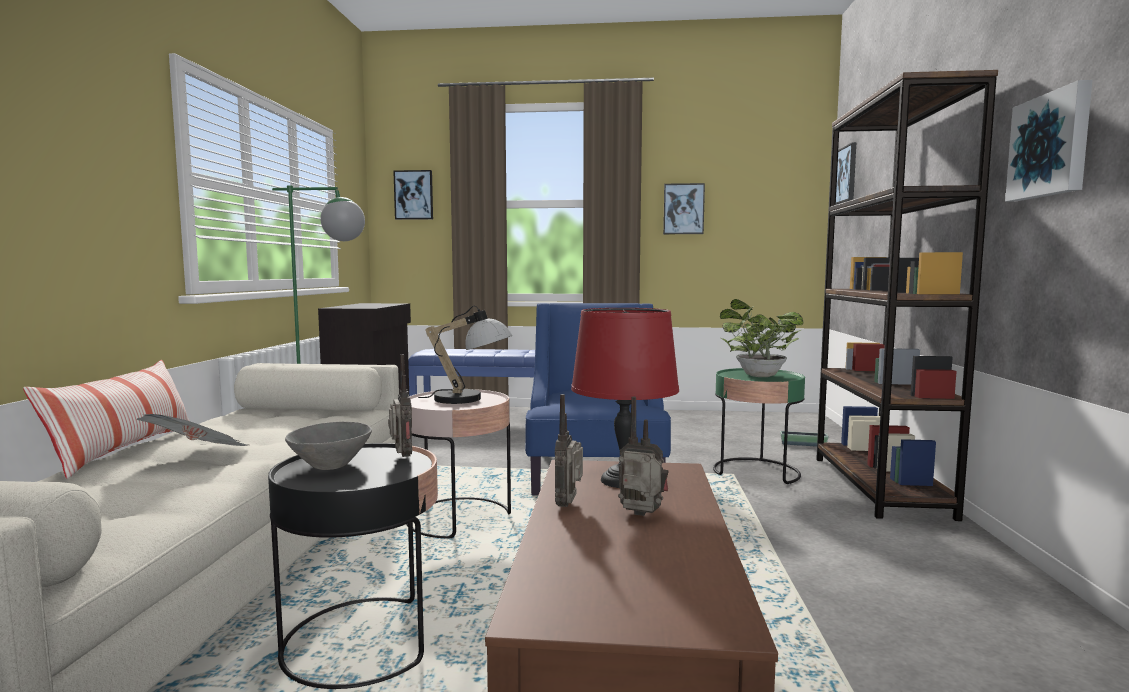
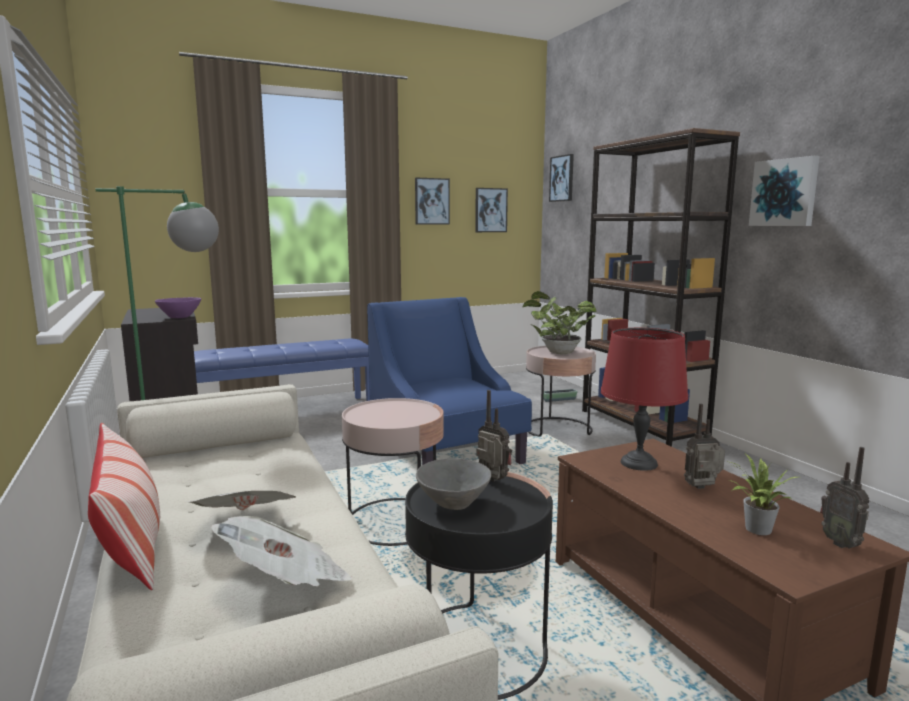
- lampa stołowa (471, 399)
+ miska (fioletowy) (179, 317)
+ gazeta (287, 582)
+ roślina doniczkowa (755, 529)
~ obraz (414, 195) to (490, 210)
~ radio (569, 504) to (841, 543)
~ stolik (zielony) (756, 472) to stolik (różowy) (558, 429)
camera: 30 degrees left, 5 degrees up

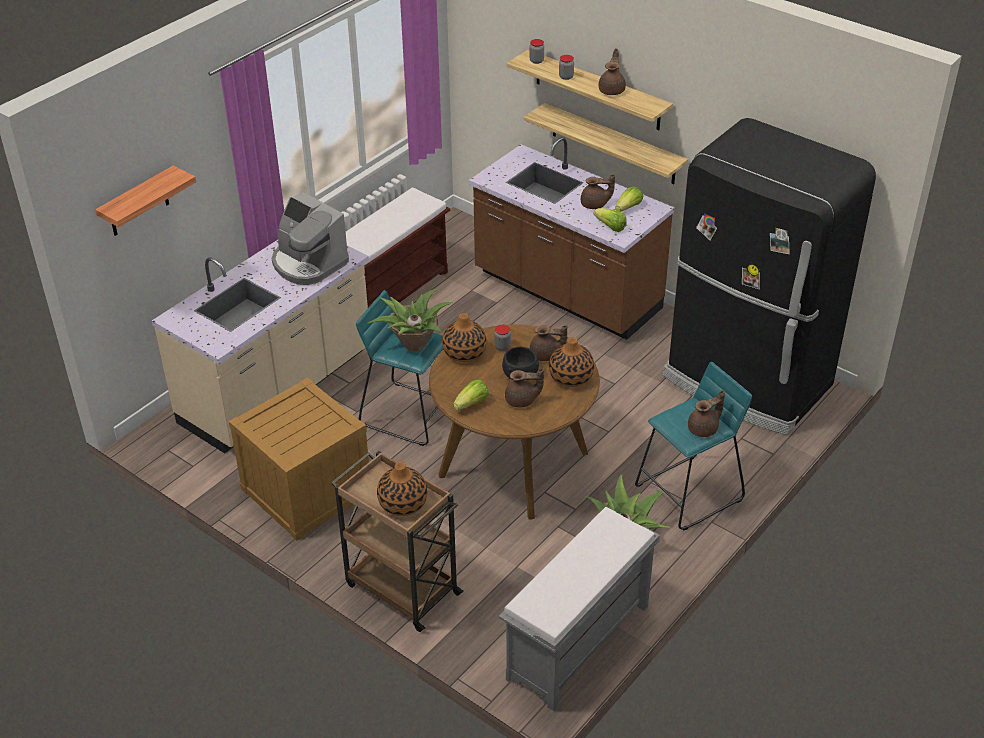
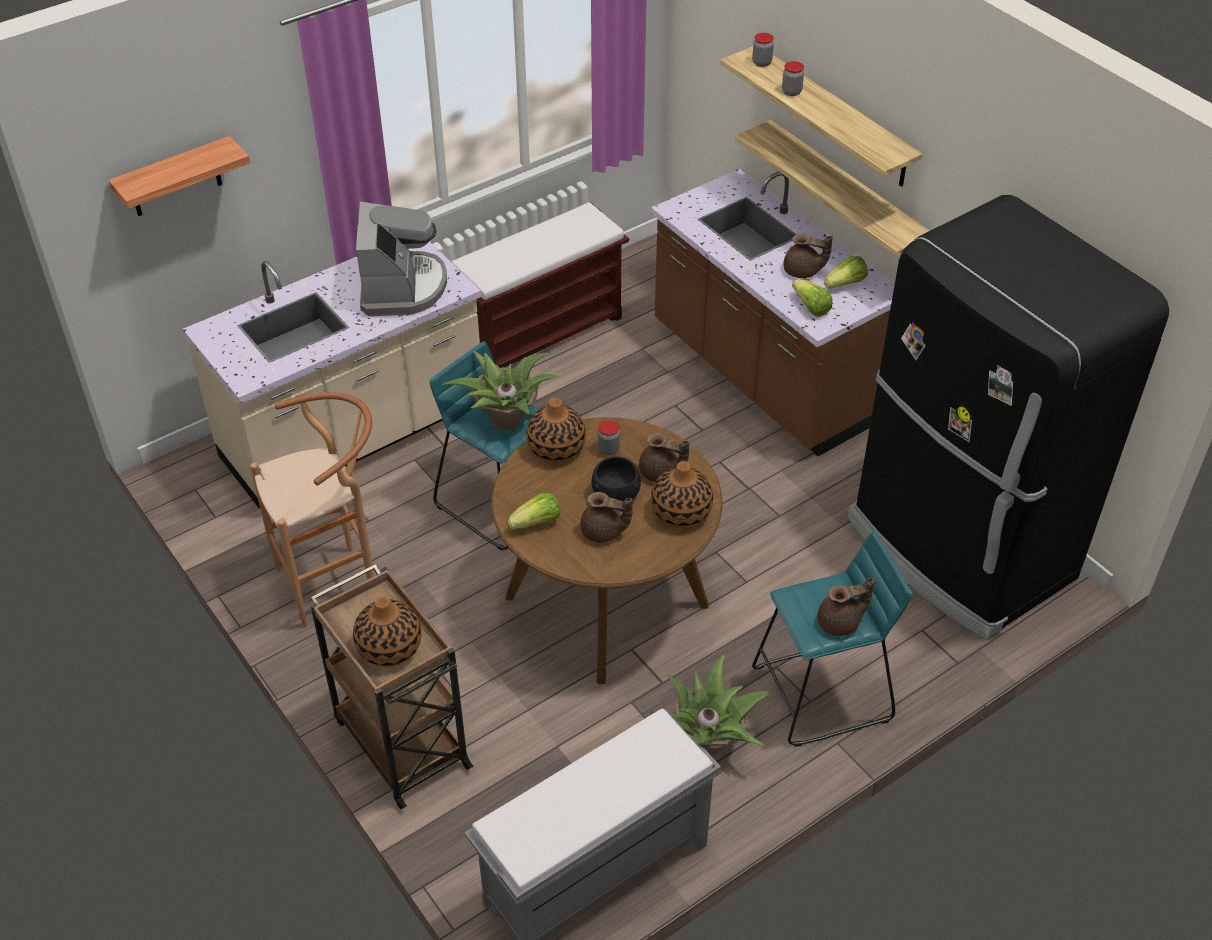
- imbryk (brązowy) (612, 90)
~ skrzynka (307, 491) to stołek (brązowy) (336, 581)
~ ekspres do kawy (308, 263) = (402, 287) 150 degrees counterclockwise
camera: 15 degrees right, 5 degrees up

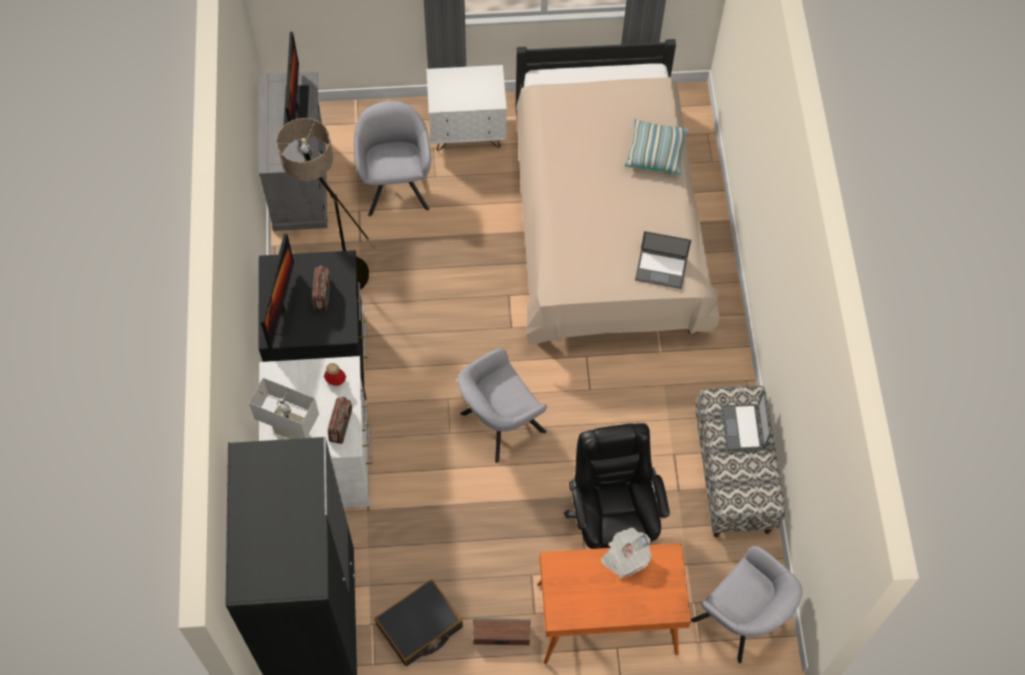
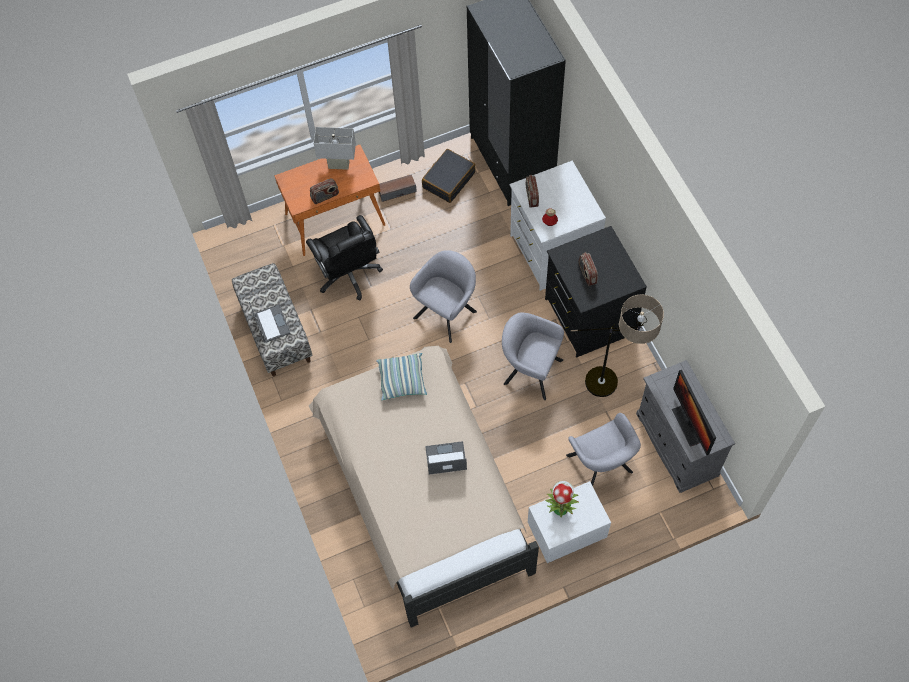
- monitor (282, 310)
+ roślina doniczkowa (560, 507)
~ lampa stołowa (biały) (291, 431) to (339, 165)
~ poduszka (656, 152) to (402, 380)
~ laptop (662, 268) to (445, 458)
~ fotel (szary) (740, 621) to (530, 370)
~ gazeta (625, 557) to radio (325, 196)
camera: 165 degrees right, 0 degrees up

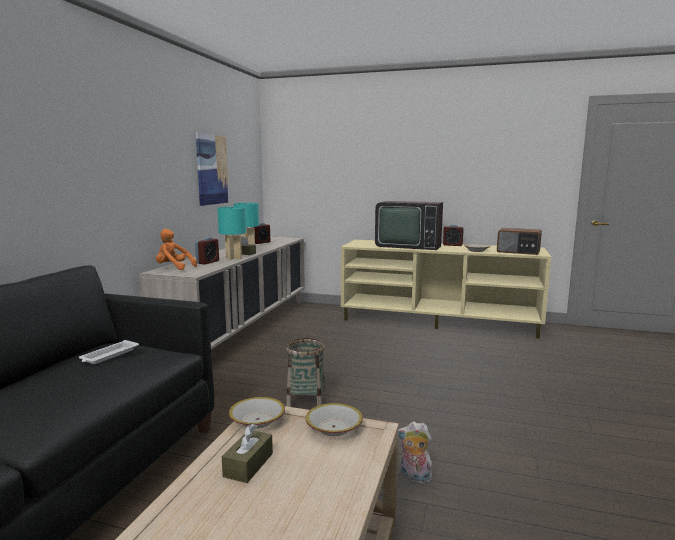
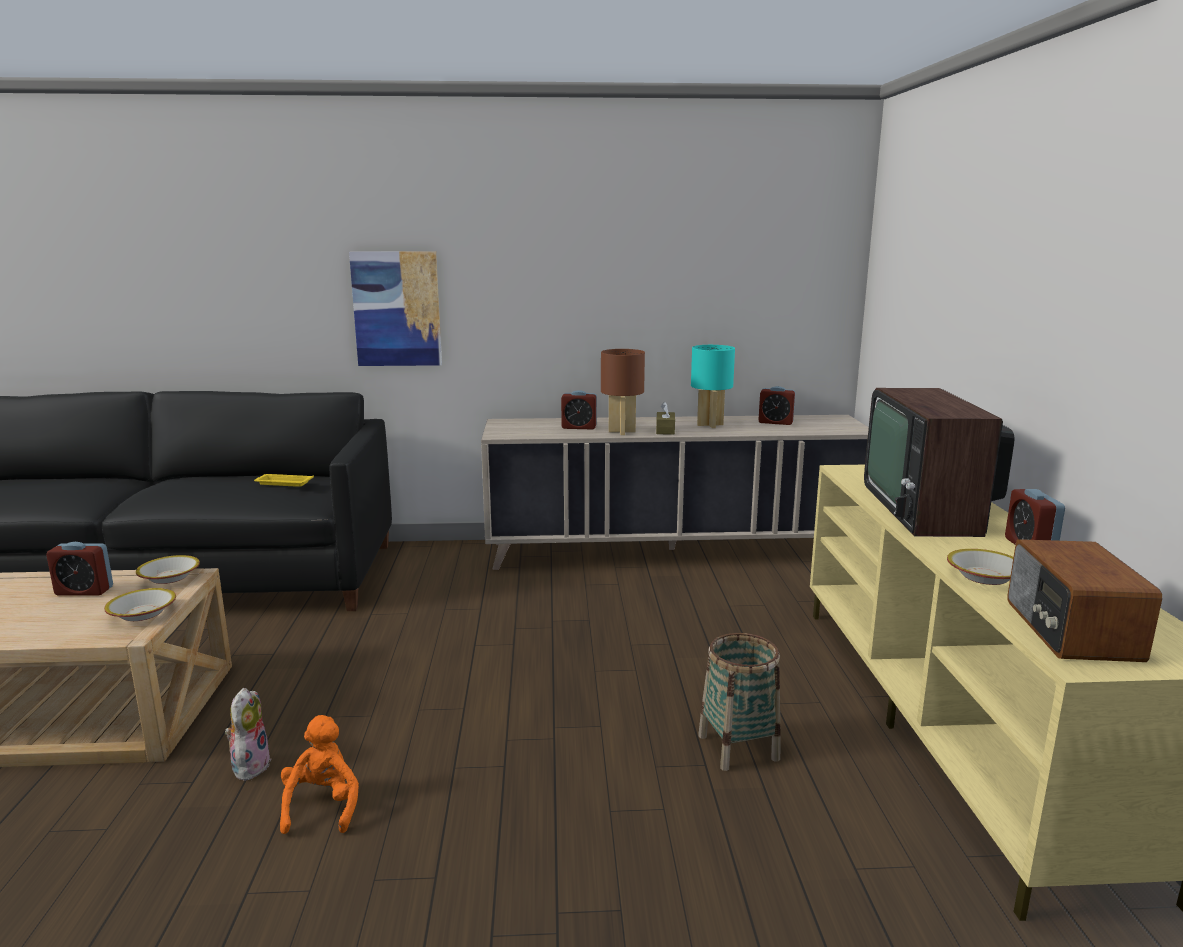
~ pluszak (pomarańczowy) (173, 268) to (322, 806)
~ obraz (212, 169) to (397, 309)
~ koszyk (306, 402) to (738, 747)
~ pudełko chusteczek (brązowy) (248, 465) to budzik (84, 591)
~ taca (biały) (109, 355) to taca (żółty) (283, 483)
~ lampa stołowa (turkusowy) (234, 258) to lampa stołowa (brązowy) (622, 432)
camera: 70 degrees right, 5 degrees up

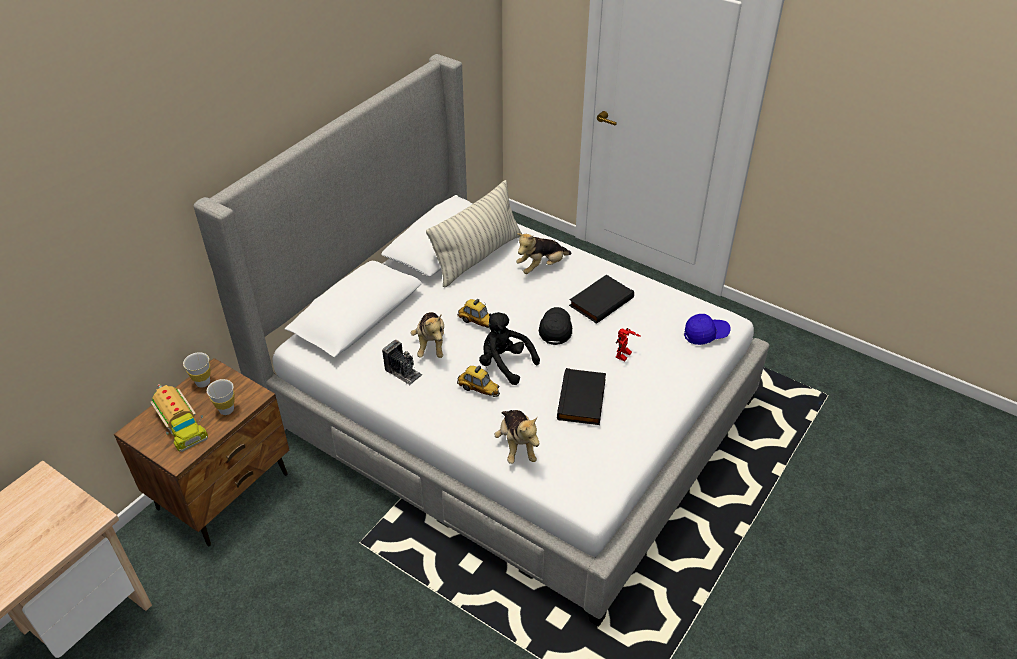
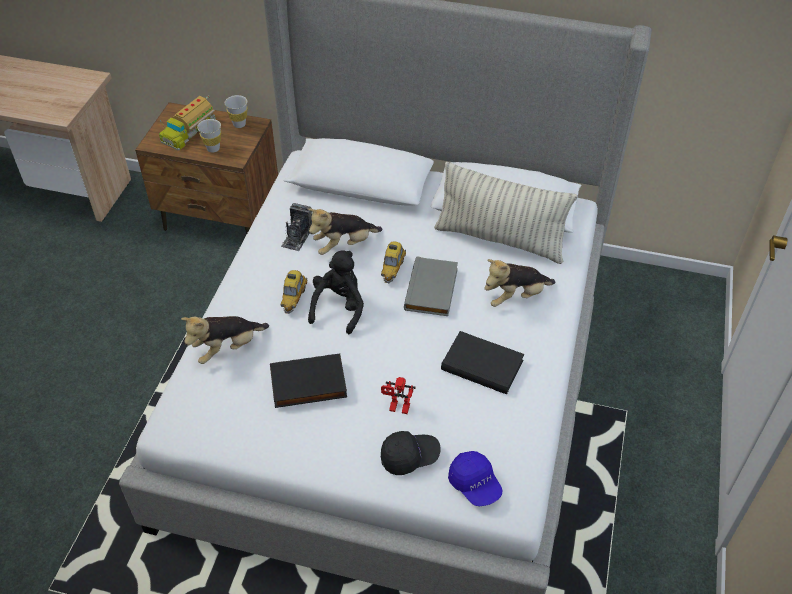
+ książka (szary) (433, 290)
~ czapka z daszkiem (czarny) (555, 330) to (409, 457)
~ pluszak (541, 266) = (515, 296) 60 degrees counterclockwise
camera: 70 degrees right, 5 degrees up

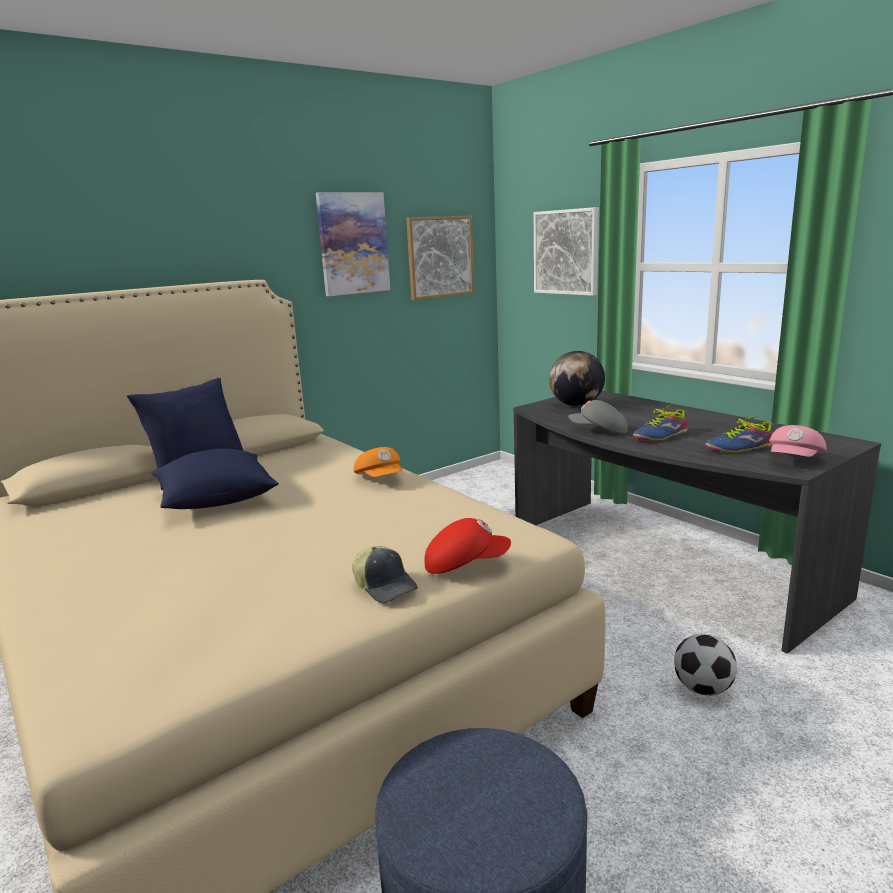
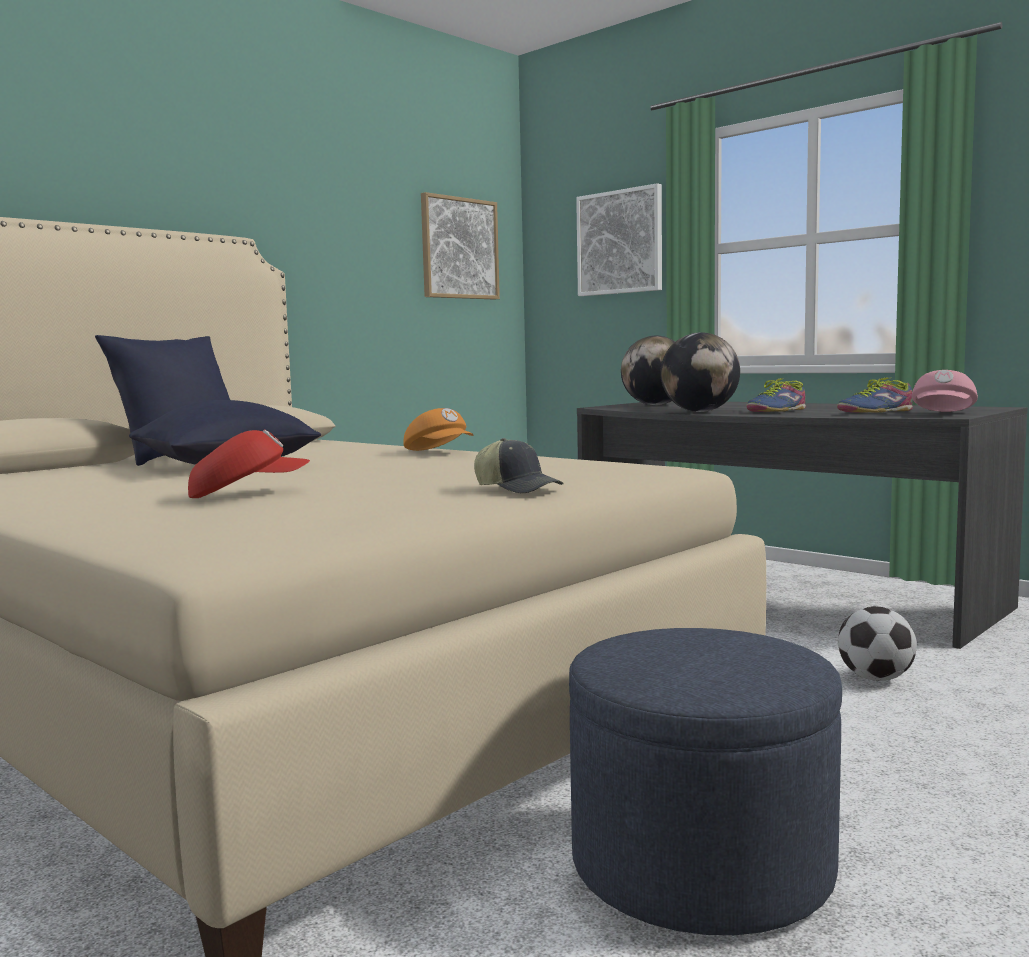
- obraz (353, 243)
~ czapka z daszkiem (czerwony) (465, 564) to (247, 494)
~ czapka z daszkiem (szary) (599, 431) to globus (699, 411)
camera: 10 degrees left, 10 degrees down

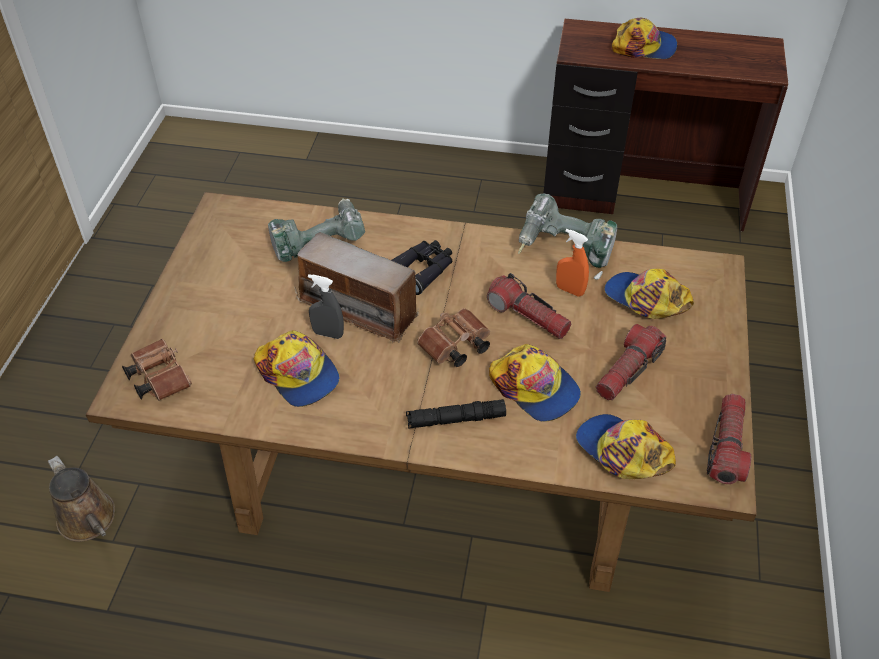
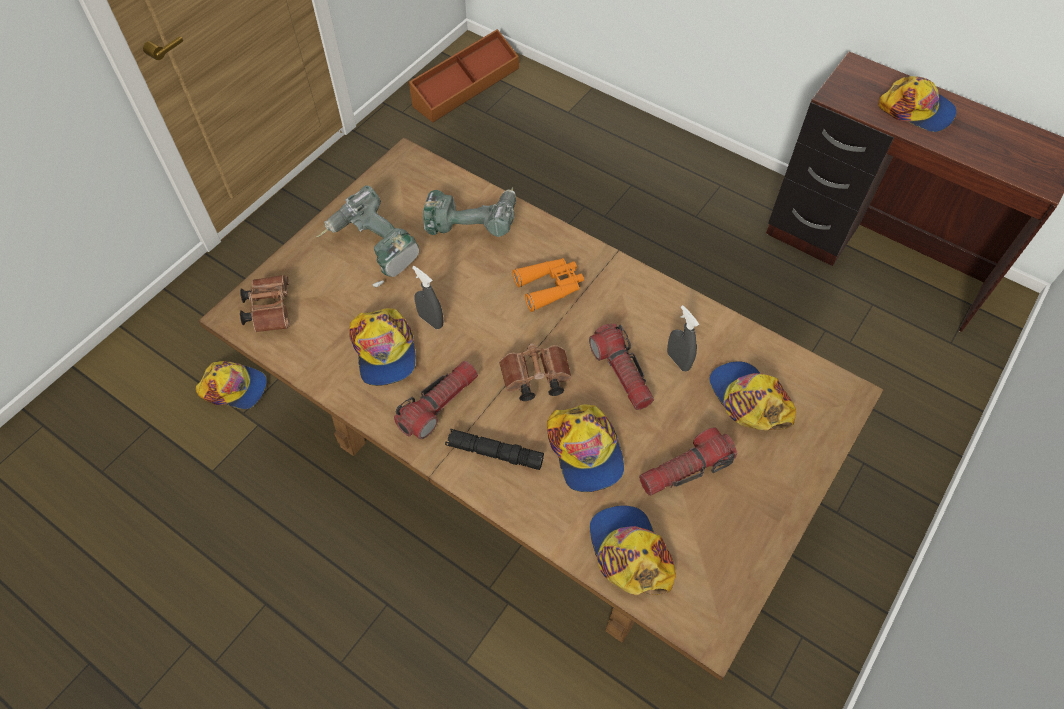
- radio (359, 308)
+ pojemnik do przechowywania (brązowy) (465, 86)
~ wiertarka (564, 252) to (372, 249)
~ latarka (727, 447) to (439, 405)
~ konewka (brązowy) (89, 521) to czapka z daszkiem (234, 388)
~ lornetka (czarny) (422, 270) to lornetka (pomarańczowy) (550, 287)
~ spryskiwacz (pomarańczowy) (570, 290) to spryskiwacz (szary) (678, 361)
camera: 25 degrees right, 10 degrees up

